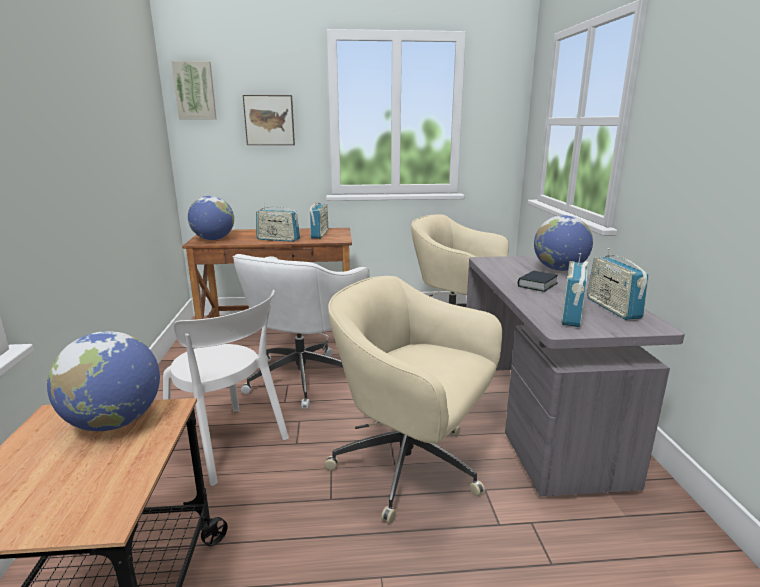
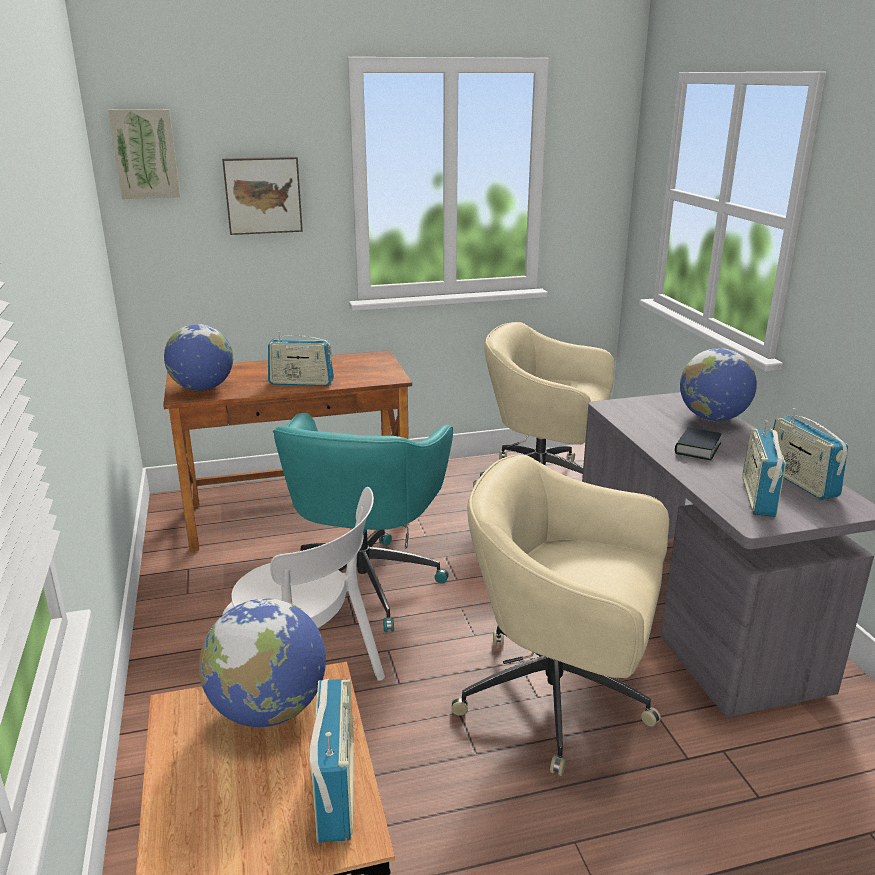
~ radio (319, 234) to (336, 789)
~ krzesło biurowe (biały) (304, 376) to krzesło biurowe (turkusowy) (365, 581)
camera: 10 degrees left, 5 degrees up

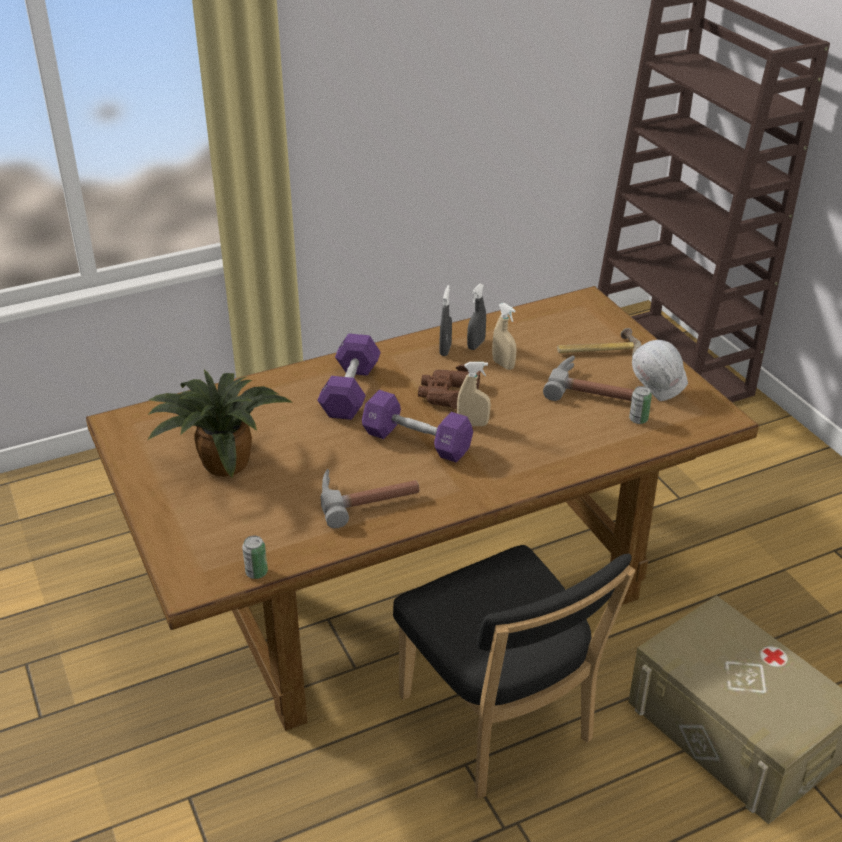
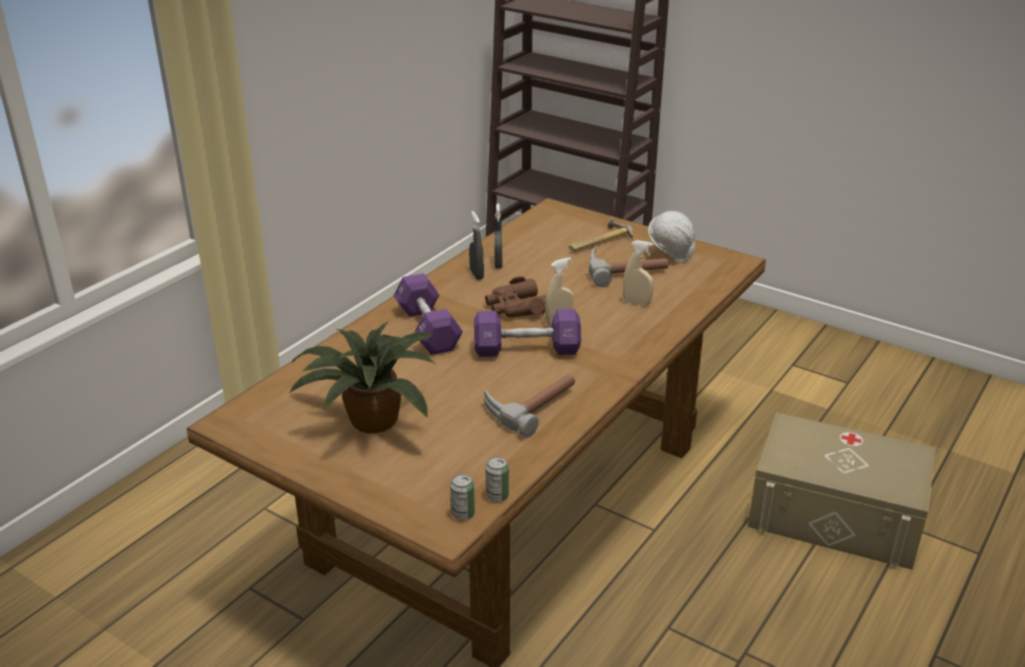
- krzesło (czarny) (500, 725)
~ spryskiwacz (beżowy) (503, 364) to (637, 302)
~ puszka (638, 419) to (463, 514)
camera: 30 degrees left, 5 degrees down

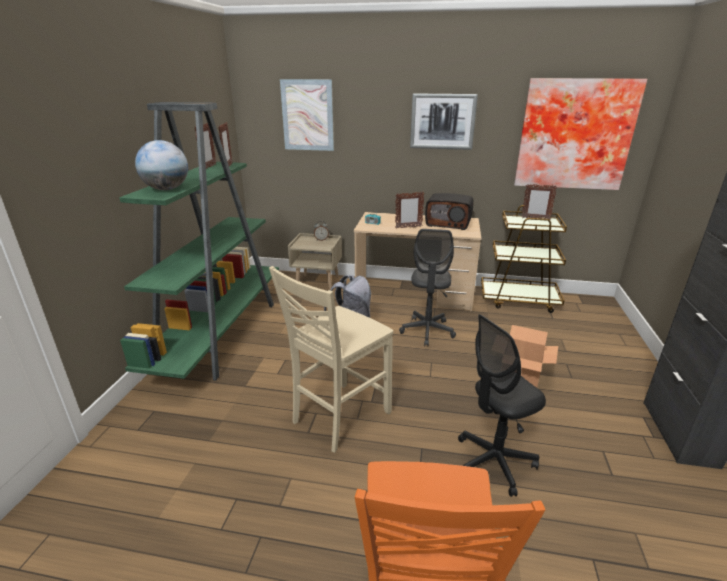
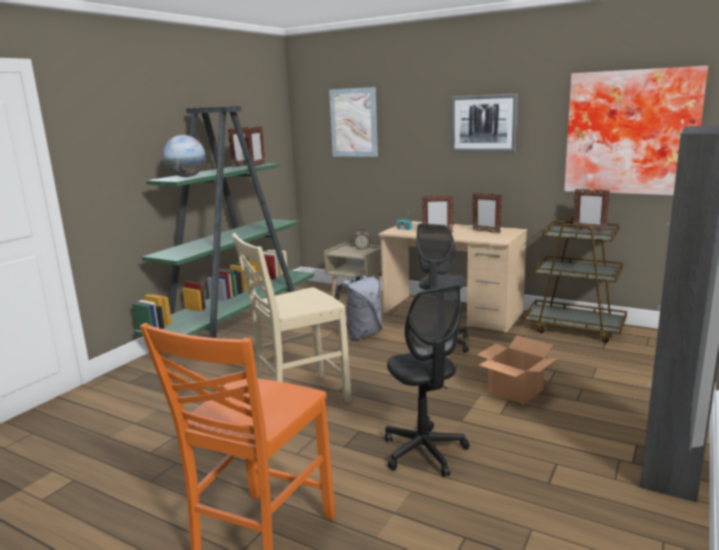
~ radio (448, 223) to ramka na zdjęcie (486, 231)
~ krzesło biurowe (czarny) (493, 462) = (424, 452) 105 degrees counterclockwise
camera: 20 degrees right, 10 degrees down

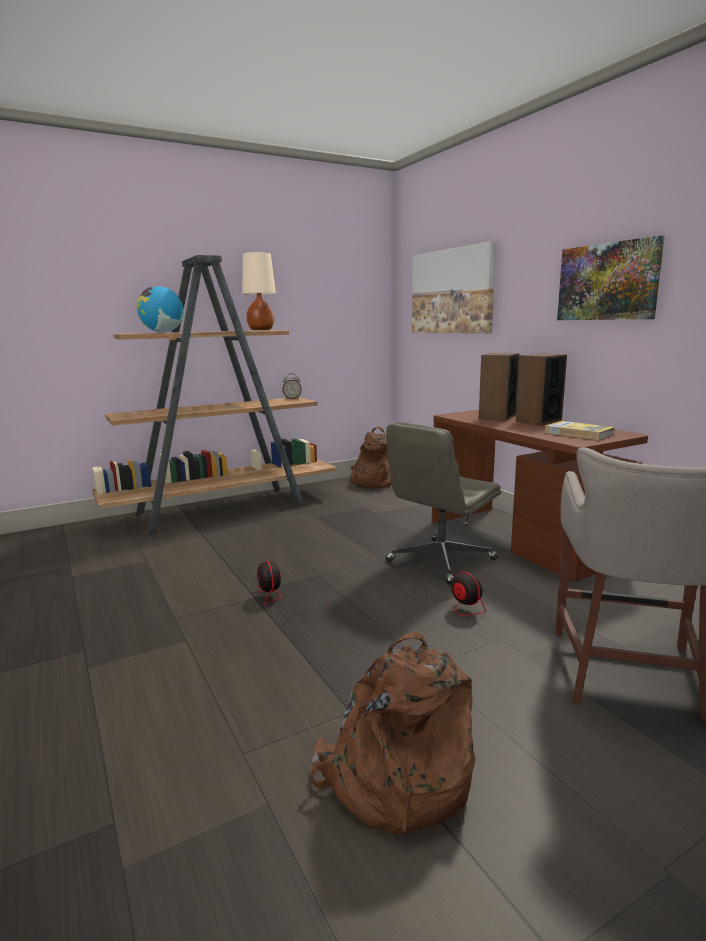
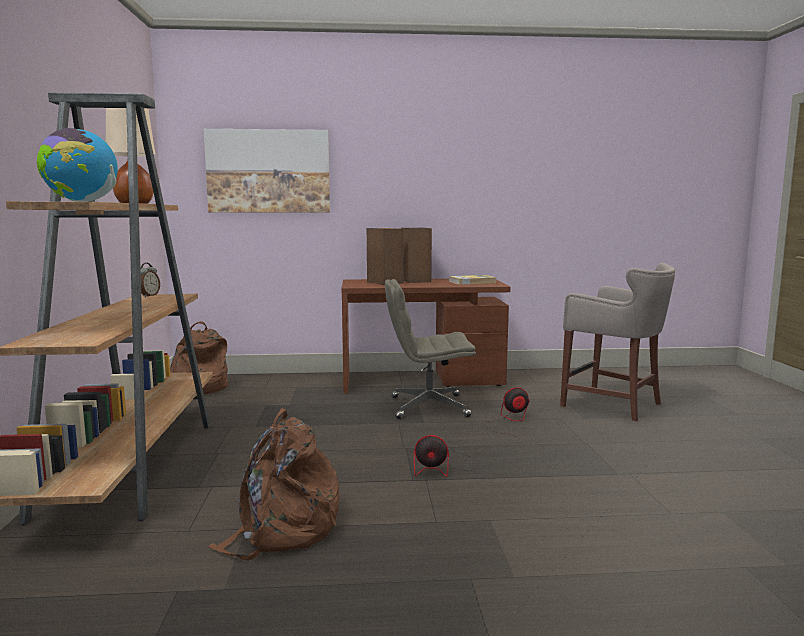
- obraz (607, 282)
~ plecak (brązowy) (394, 779) to (282, 529)
~ krzesło biurowe (szary) (440, 561) = (427, 407) 105 degrees clockwise
camera: 65 degrees left, 5 degrees down

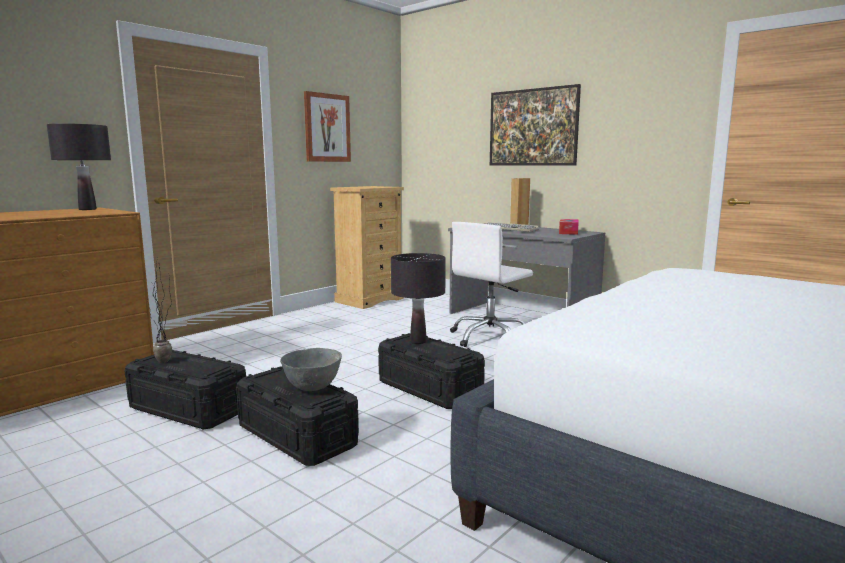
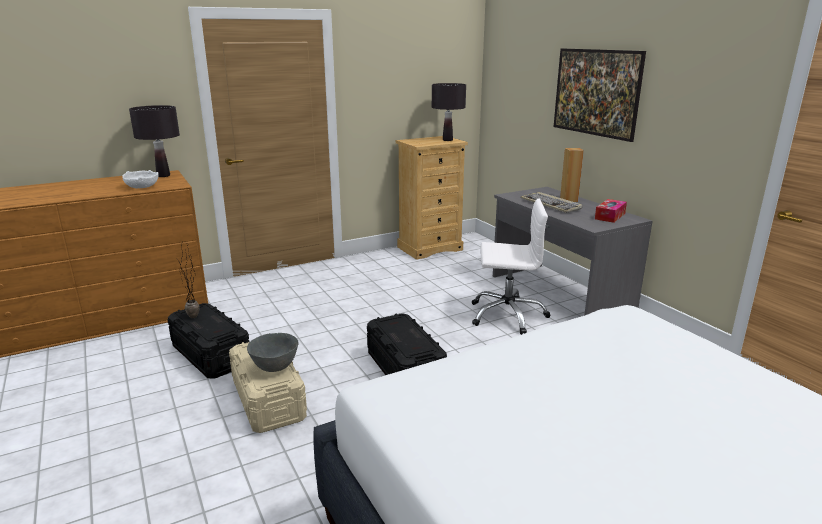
- obraz (327, 128)
+ miska (biały) (142, 187)
~ lampa stołowa (czarny) (418, 341) to (447, 140)
~ pojemnik do przechowywania (czarny) (297, 436) to pojemnik do przechowywania (beżowy) (268, 399)
~ krzesło biurowe (biały) (490, 337) = (507, 315) 150 degrees counterclockwise
camera: 20 degrees right, 10 degrees up

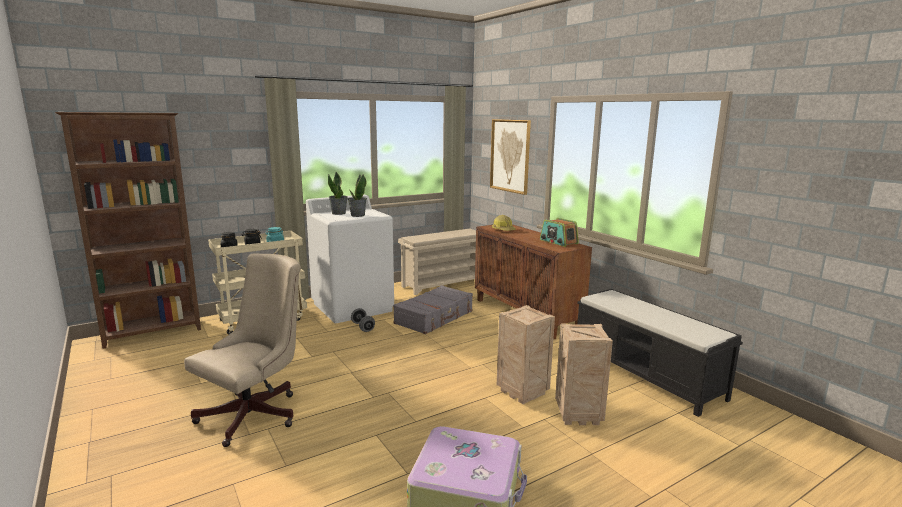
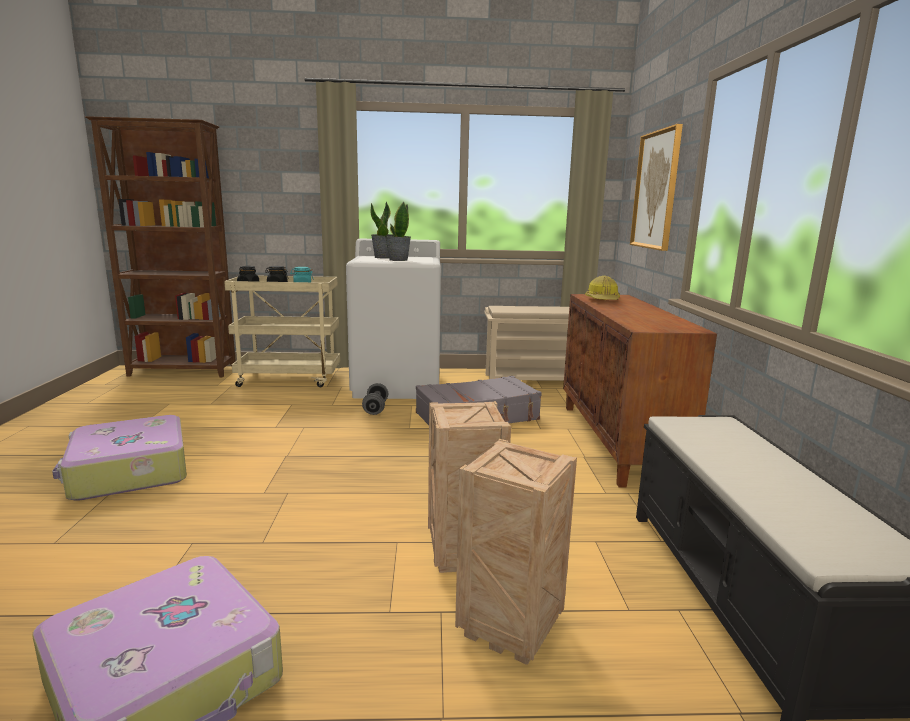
- radio (558, 242)
~ krzesło biurowe (beżowy) (256, 413) to walizka (128, 472)
camera: 30 degrees right, 0 degrees up

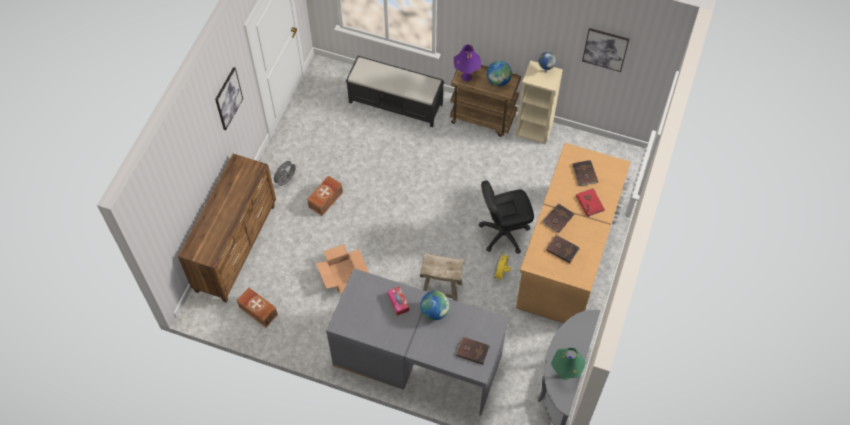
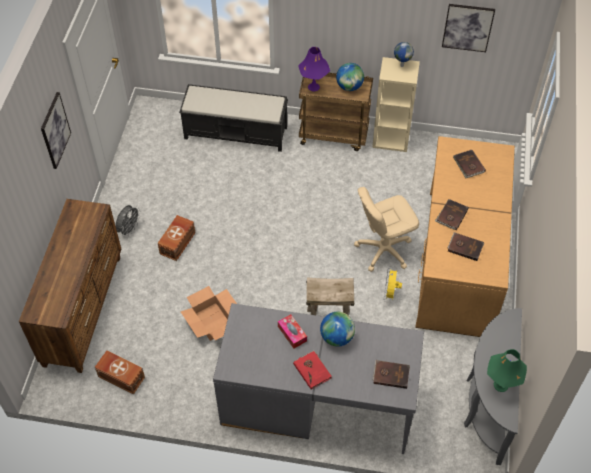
~ książka (czerwony) (590, 203) to (312, 370)
~ krzesło biurowe (czarny) (504, 233) to krzesło biurowe (beżowy) (383, 250)
camera: 10 degrees left, 5 degrees down

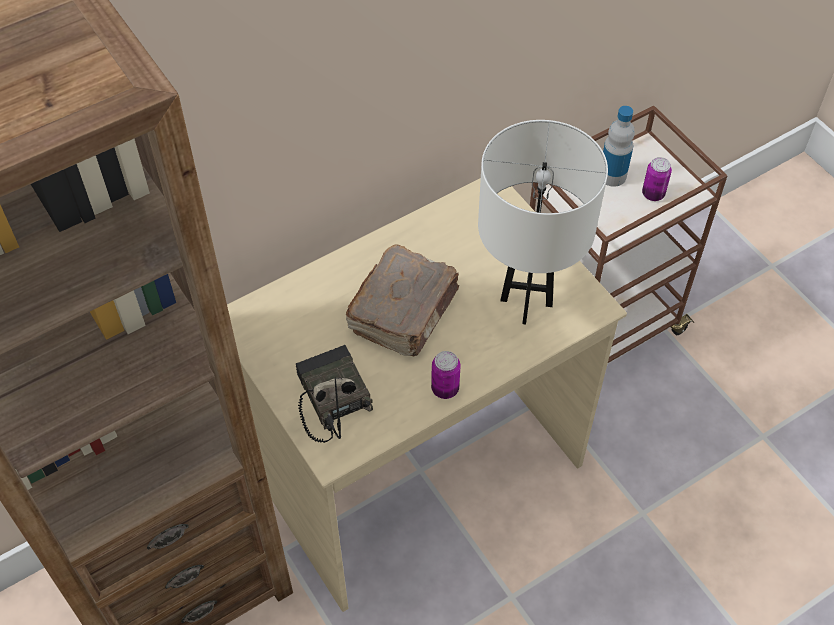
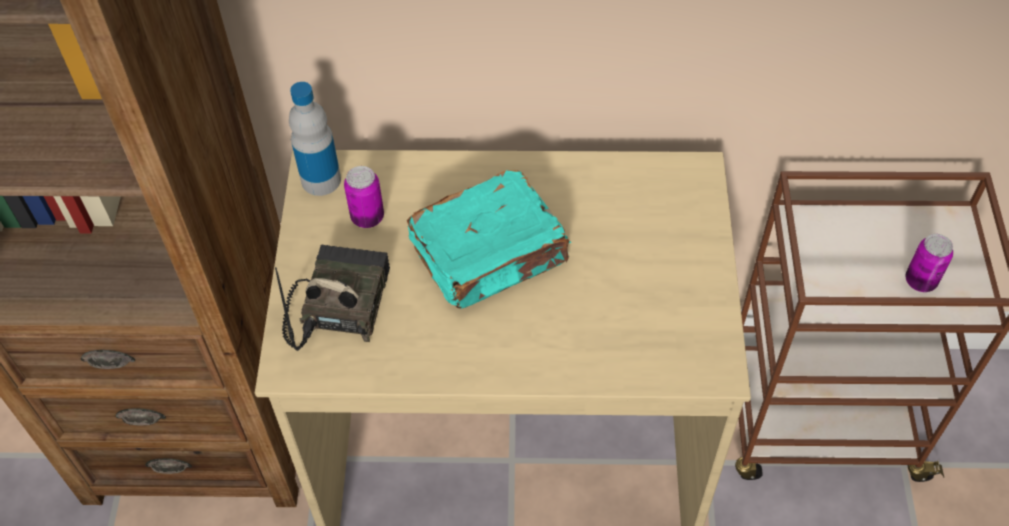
- lampa stołowa (biały) (526, 303)
~ puszka (445, 389) to (367, 217)
~ butelka (612, 176) to (321, 180)
~ książka (brązowy) (405, 311) to książka (turkusowy) (491, 255)
camera: 35 degrees right, 0 degrees up

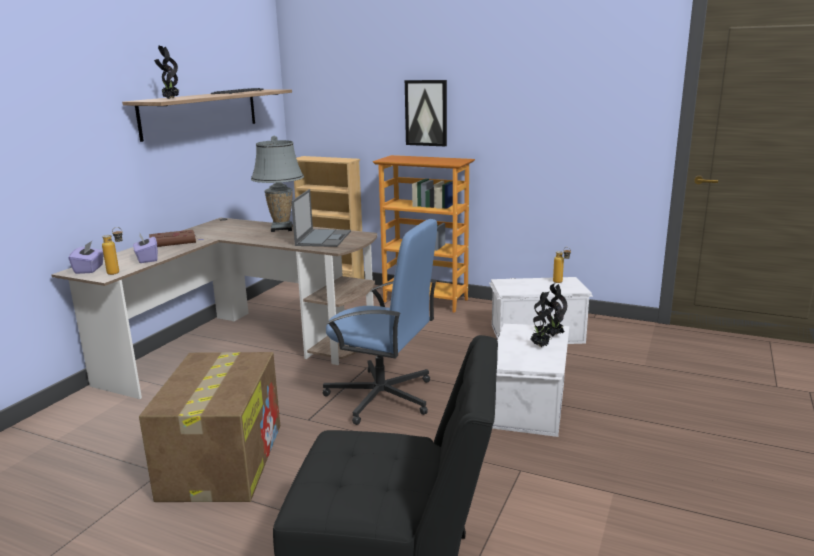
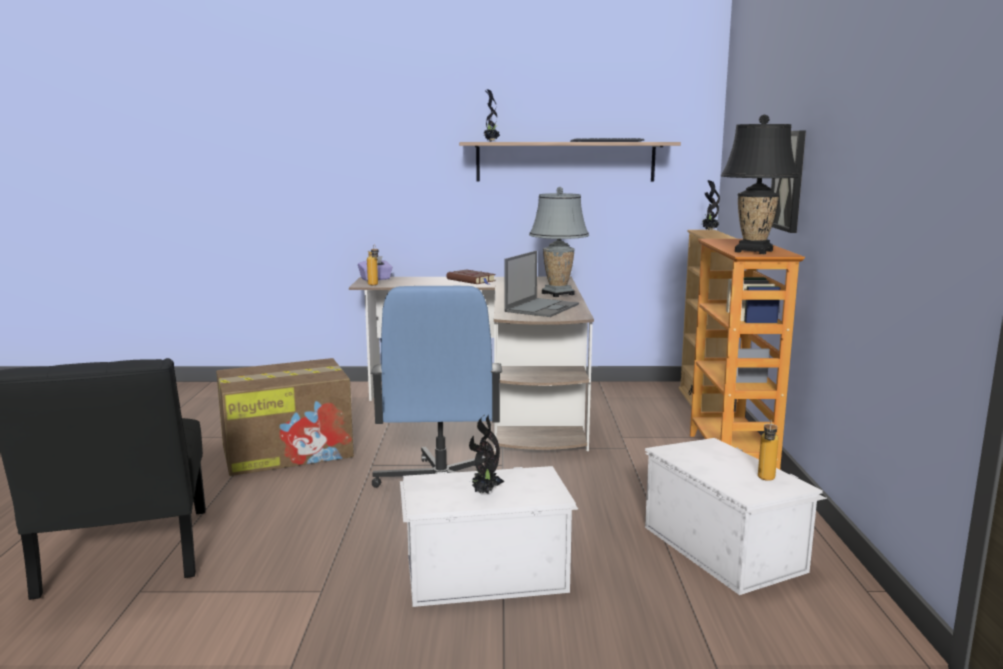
- pudełko chusteczek (fioletowy) (147, 259)
+ lampa stołowa (czarny) (754, 251)
~ roślina doniczkowa (553, 335) to (709, 230)
~ laptop (323, 238) = (542, 308) 45 degrees counterclockwise
camera: 65 degrees right, 5 degrees down

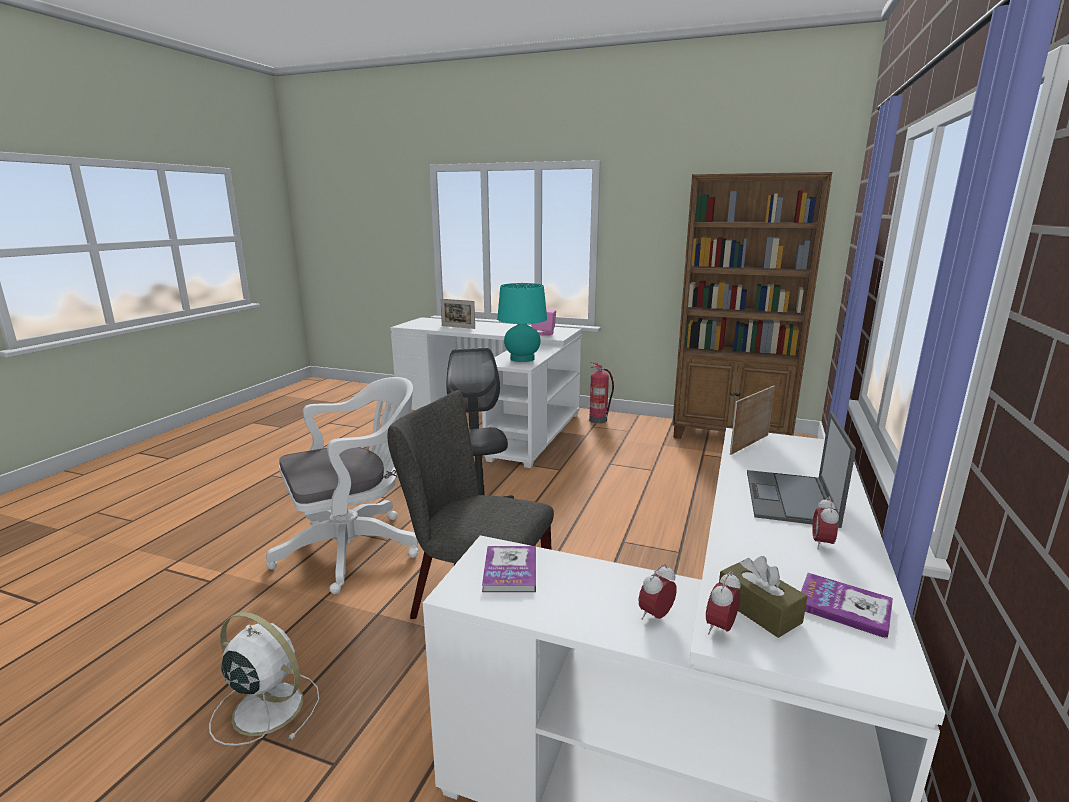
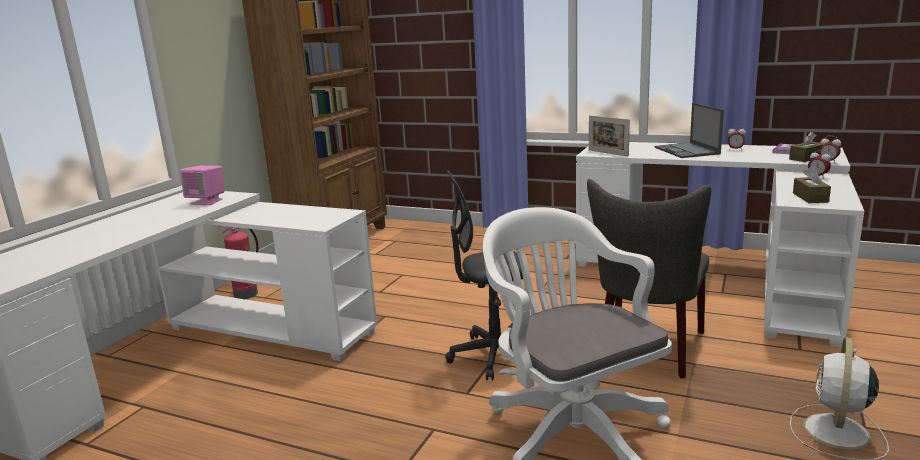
- ramka na zdjęcie (458, 327)
- lampa stołowa (turkusowy) (522, 359)
~ książka (510, 570) to pudełko chusteczek (brązowy) (810, 197)
~ laptop (790, 499) = (687, 151) 60 degrees clockwise
camera: 85 degrees left, 0 degrees up

